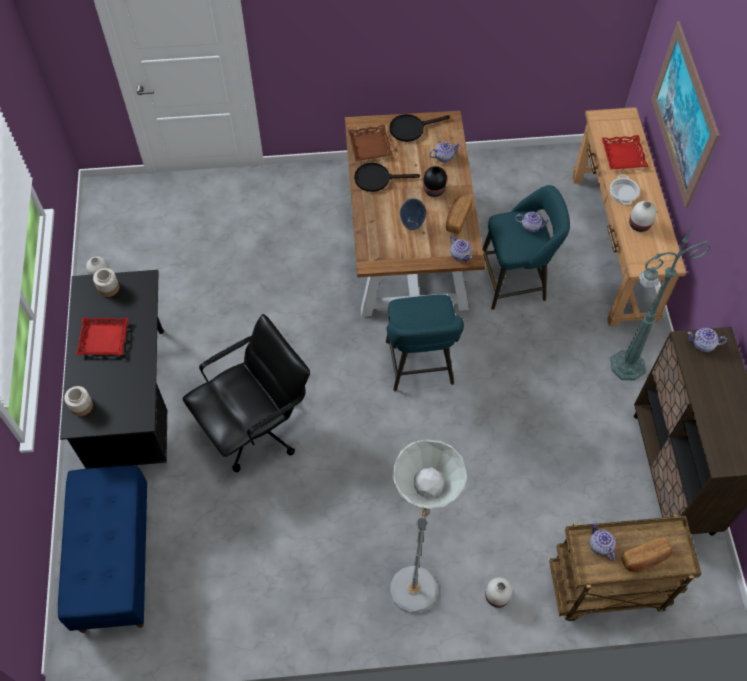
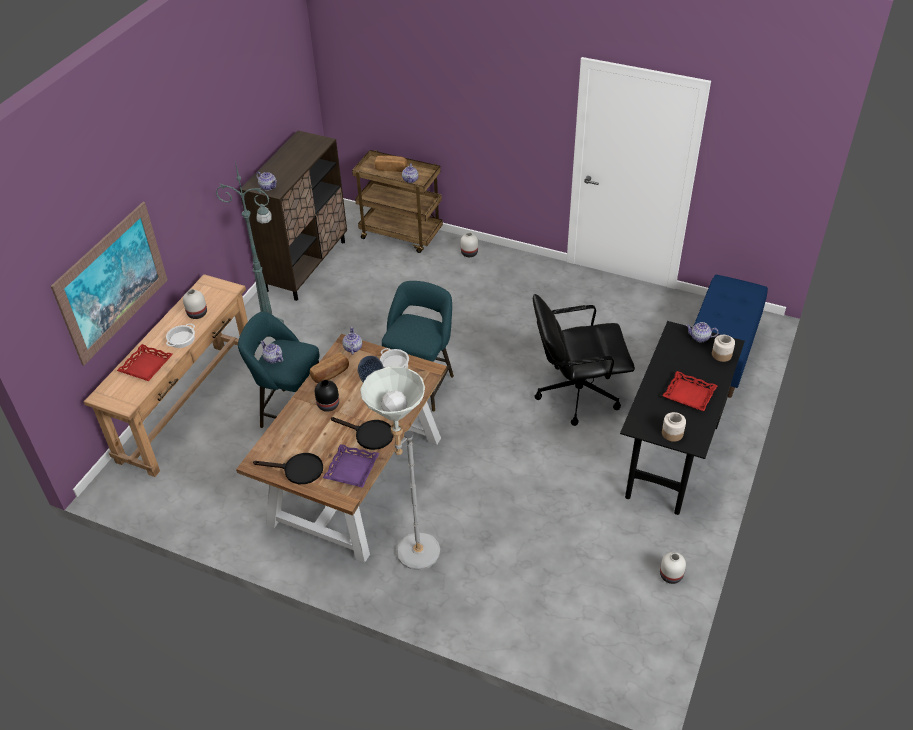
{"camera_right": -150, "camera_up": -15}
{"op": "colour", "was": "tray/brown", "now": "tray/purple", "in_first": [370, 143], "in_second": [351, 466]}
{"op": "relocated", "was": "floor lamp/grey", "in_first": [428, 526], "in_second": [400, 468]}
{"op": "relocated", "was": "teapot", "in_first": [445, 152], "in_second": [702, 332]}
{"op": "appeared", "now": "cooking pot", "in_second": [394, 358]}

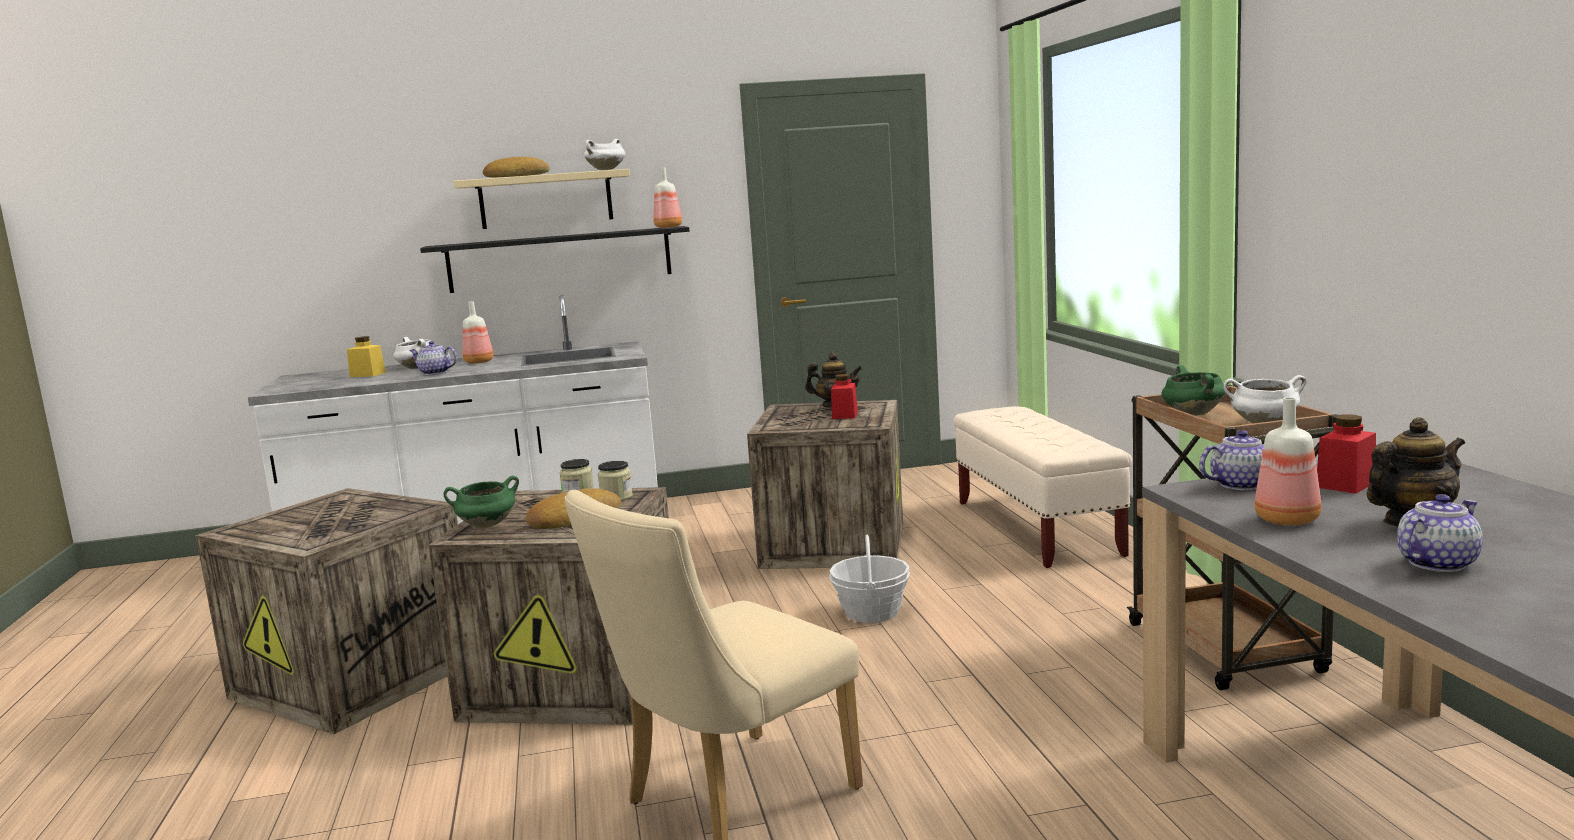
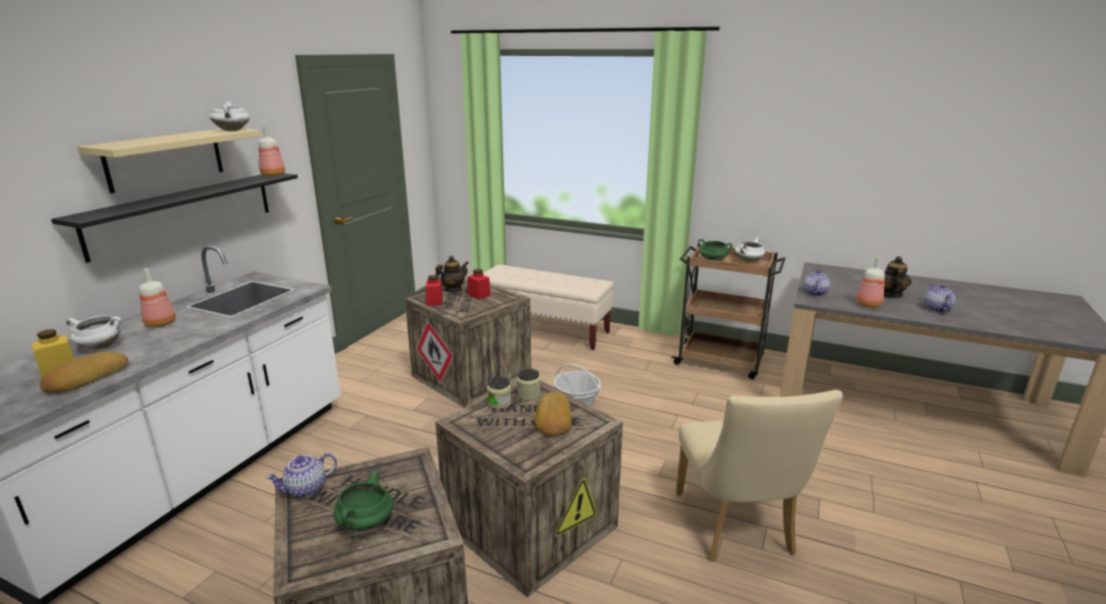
{"camera_right": -55, "camera_up": 10}
{"op": "relocated", "was": "teapot", "in_first": [433, 358], "in_second": [301, 475]}
{"op": "relocated", "was": "cooking pot/green", "in_first": [481, 502], "in_second": [363, 501]}
{"op": "relocated", "was": "bread", "in_first": [516, 167], "in_second": [84, 372]}
{"op": "relocated", "was": "jar/red", "in_first": [1346, 454], "in_second": [434, 290]}

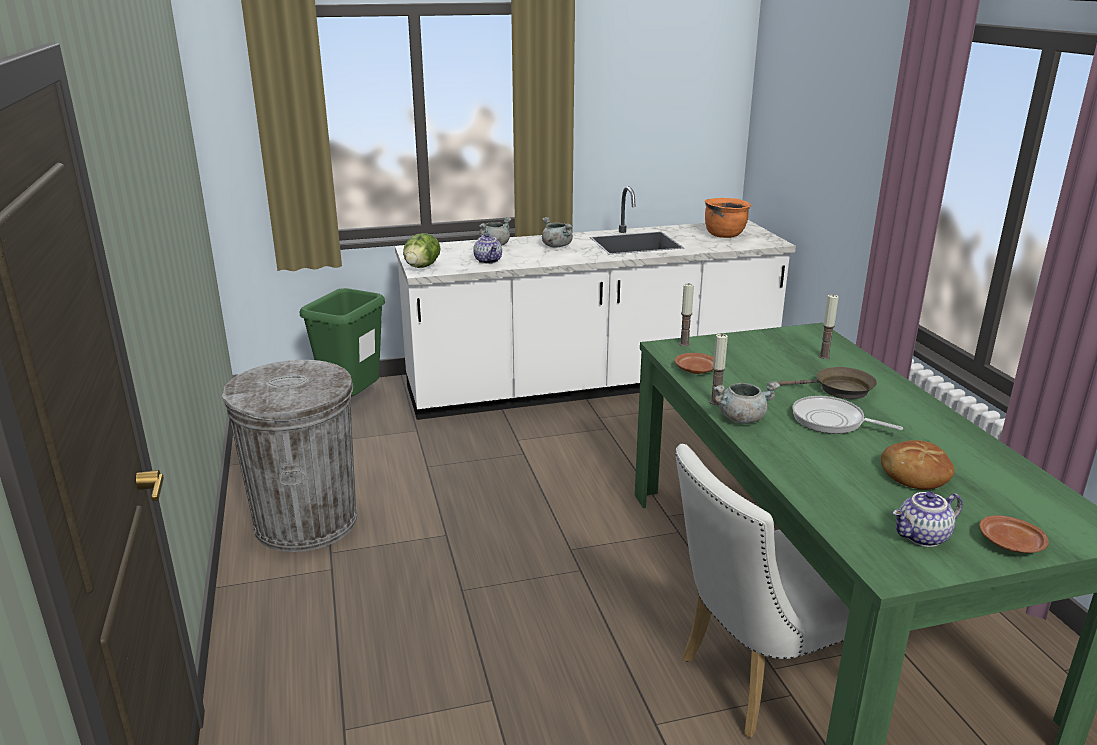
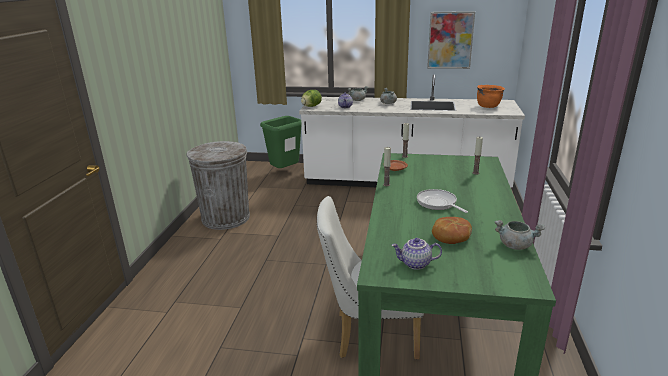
{"camera_right": 25, "camera_up": 0}
{"op": "relocated", "was": "cooking pot/grey", "in_first": [747, 402], "in_second": [520, 235]}
{"op": "missing", "was": "frying pan/brown", "in_first": [827, 383]}
{"op": "missing", "was": "plate/brown", "in_first": [1014, 534]}
{"op": "appeared", "now": "picture", "in_second": [451, 40]}

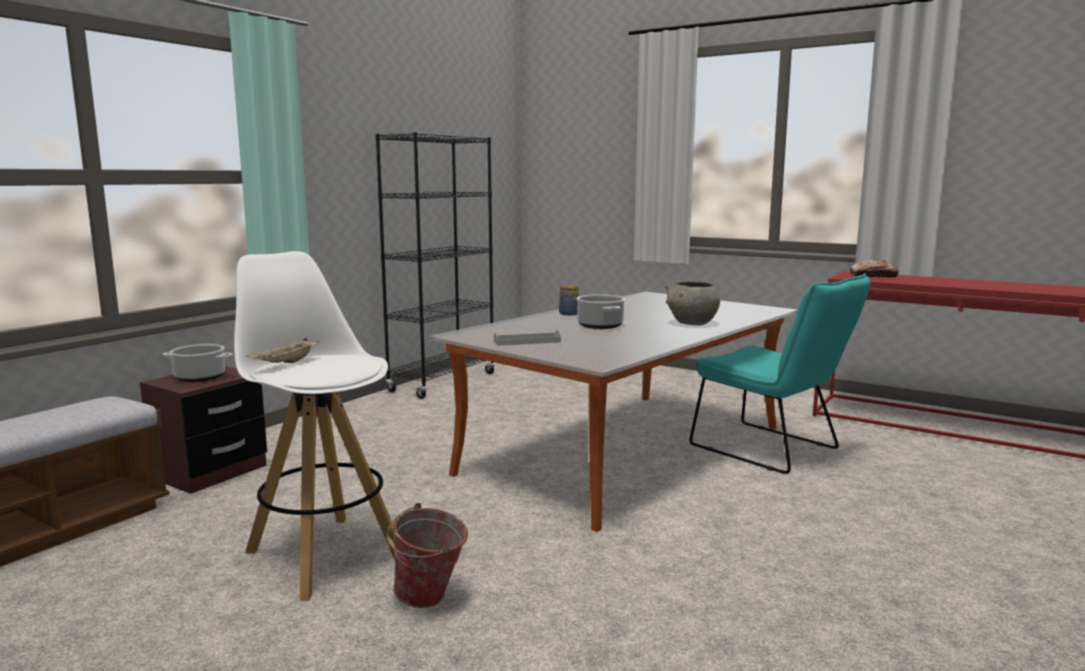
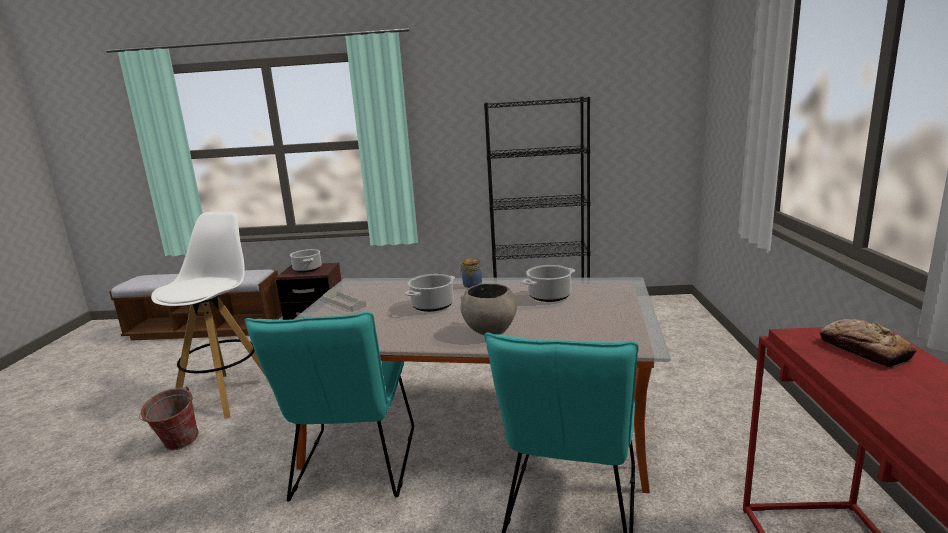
{"camera_right": 60, "camera_up": 5}
{"op": "missing", "was": "tray/beige", "in_first": [282, 350]}
{"op": "appeared", "now": "chair/turquoise", "in_second": [329, 407]}
{"op": "appeared", "now": "cooking pot", "in_second": [548, 283]}

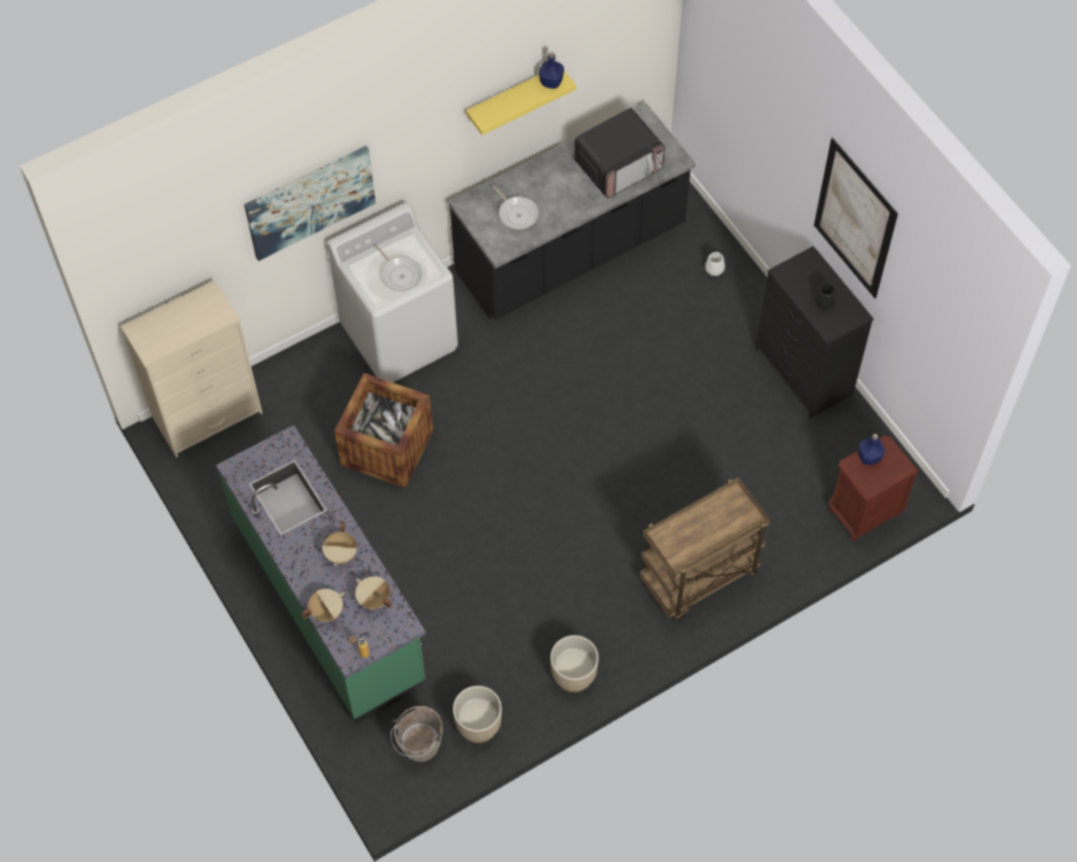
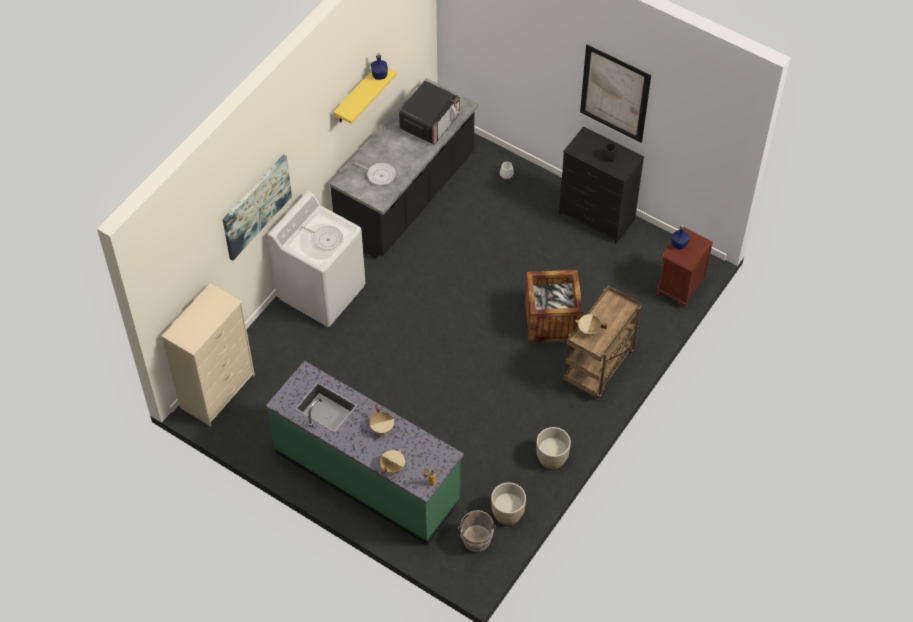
{"camera_right": -25, "camera_up": -5}
{"op": "relocated", "was": "crate", "in_first": [384, 430], "in_second": [554, 306]}
{"op": "relocated", "was": "cooking pot/beige", "in_first": [373, 593], "in_second": [591, 325]}

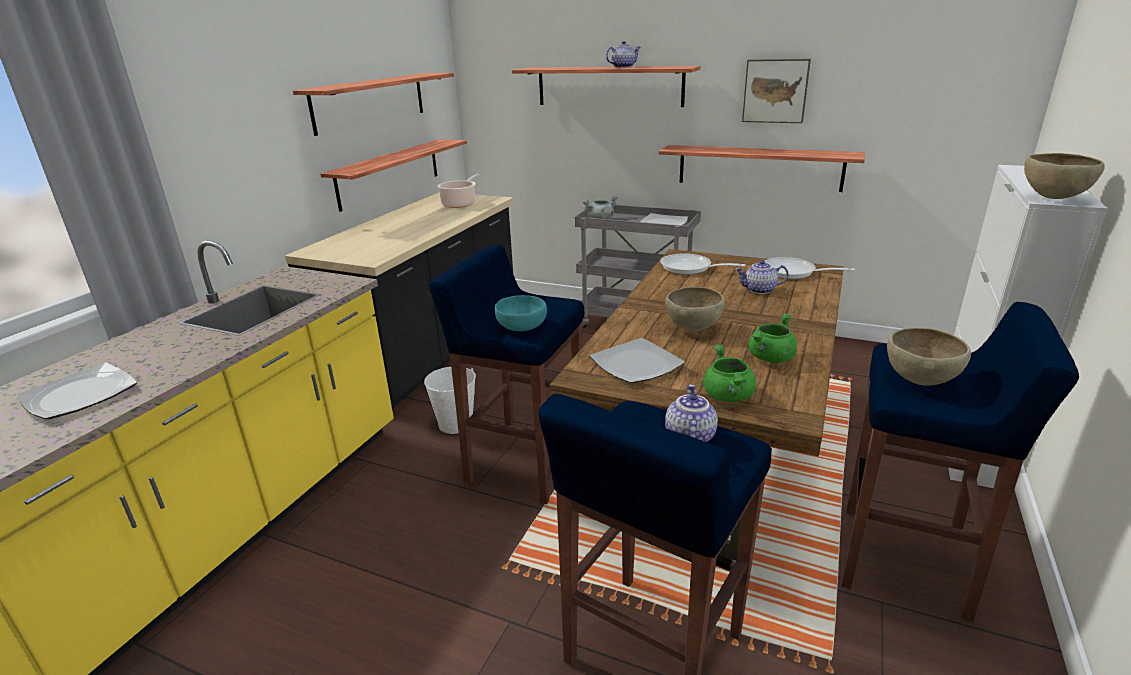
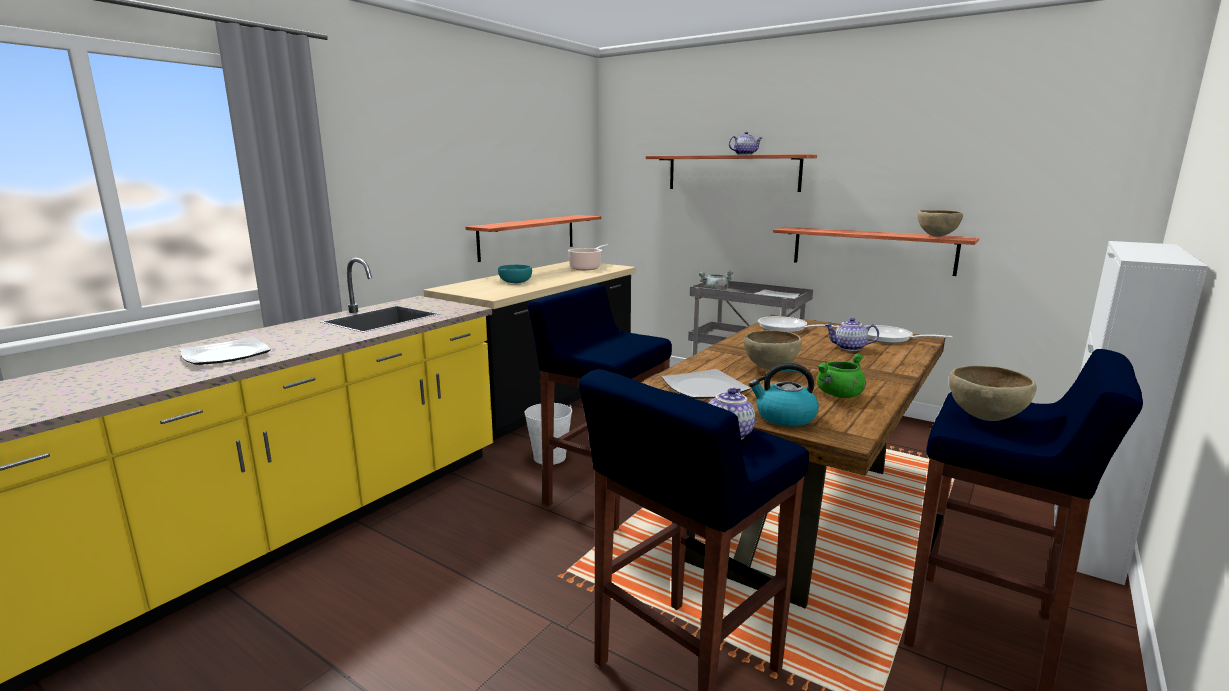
{"camera_right": 10, "camera_up": -10}
{"op": "missing", "was": "shelf", "in_first": [373, 104]}
{"op": "relocated", "was": "bowl/turquoise", "in_first": [521, 313], "in_second": [515, 274]}
{"op": "exchanged", "was": "cooking pot/green", "now": "kettle", "in_first": [729, 373], "in_second": [784, 395]}
{"op": "missing", "was": "picture", "in_first": [776, 91]}
{"op": "relocated", "was": "bowl/brown", "in_first": [1064, 176], "in_second": [940, 223]}

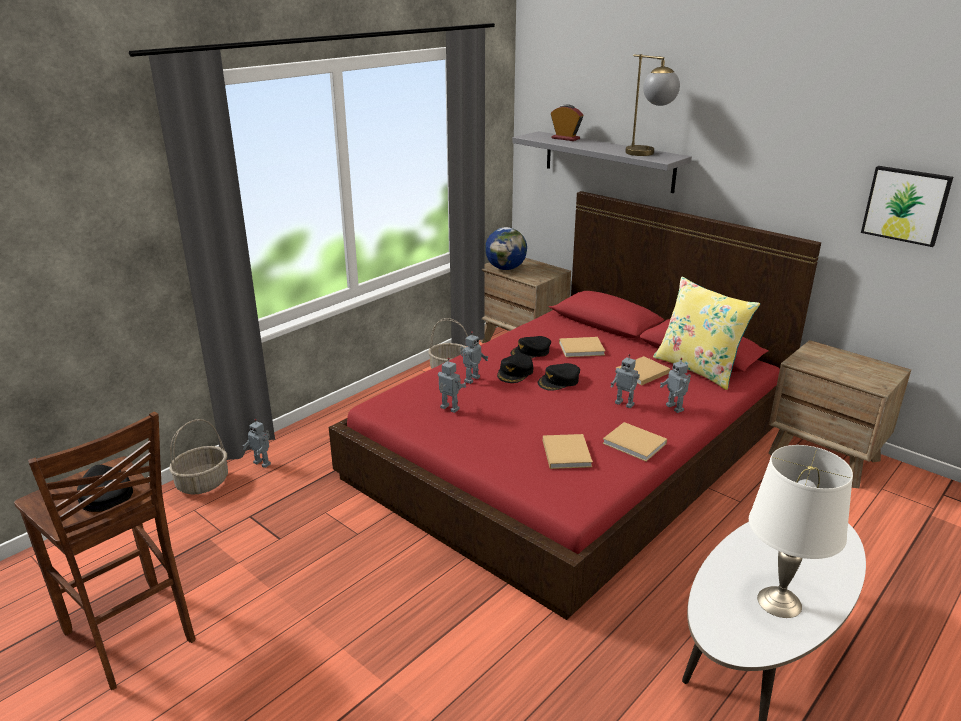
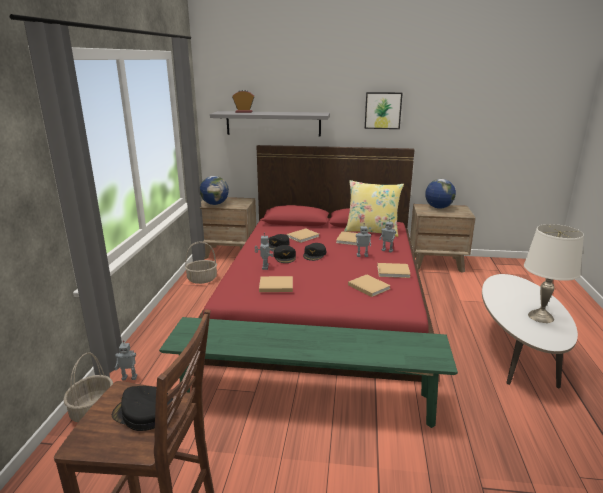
{"camera_right": -35, "camera_up": -5}
{"op": "exchanged", "was": "toy robot", "now": "book/beige", "in_first": [452, 385], "in_second": [276, 284]}
{"op": "missing", "was": "table lamp", "in_first": [652, 105]}
{"op": "relocated", "was": "picture", "in_first": [907, 206], "in_second": [384, 110]}
{"op": "appeared", "now": "bench/green", "in_second": [308, 372]}
{"op": "appeared", "now": "globe", "in_second": [440, 194]}

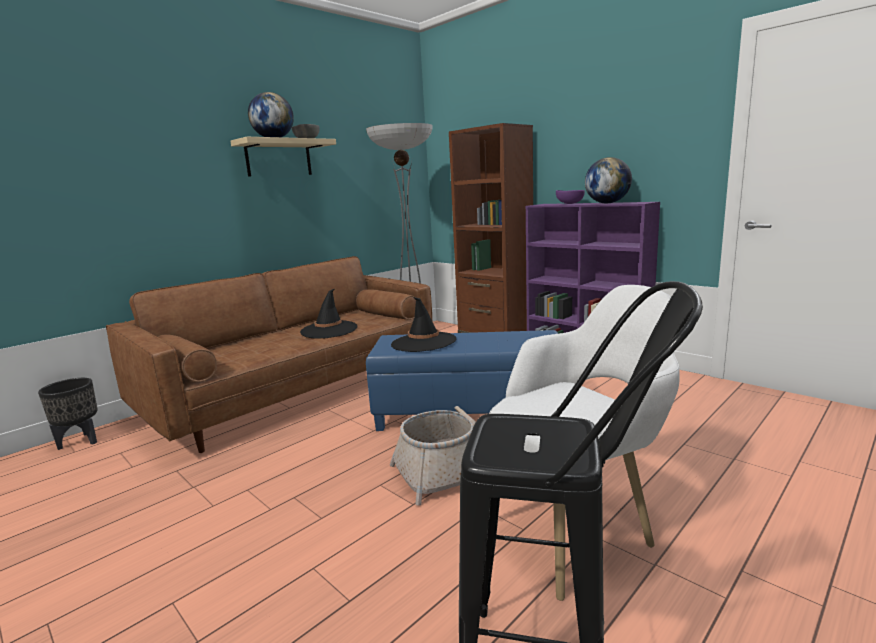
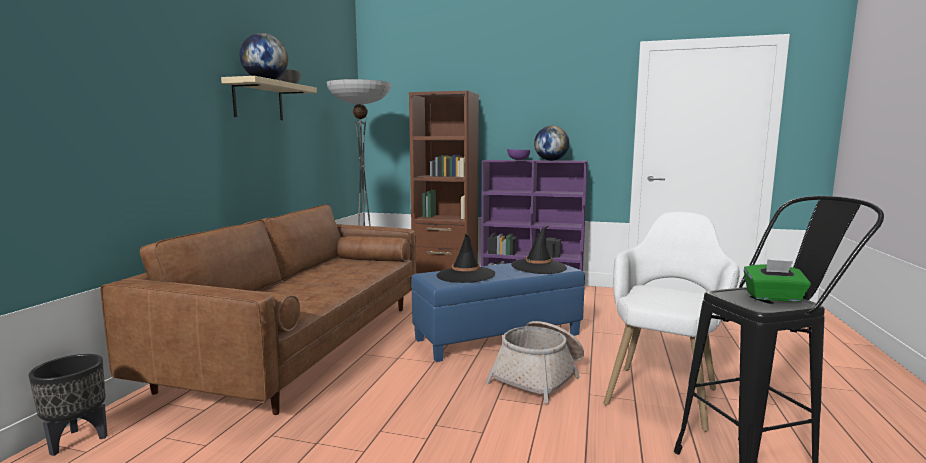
{"camera_right": -30, "camera_up": -5}
{"op": "relocated", "was": "hat/black", "in_first": [329, 314], "in_second": [539, 250]}
{"op": "appeared", "now": "tissue box/green", "in_second": [777, 280]}

